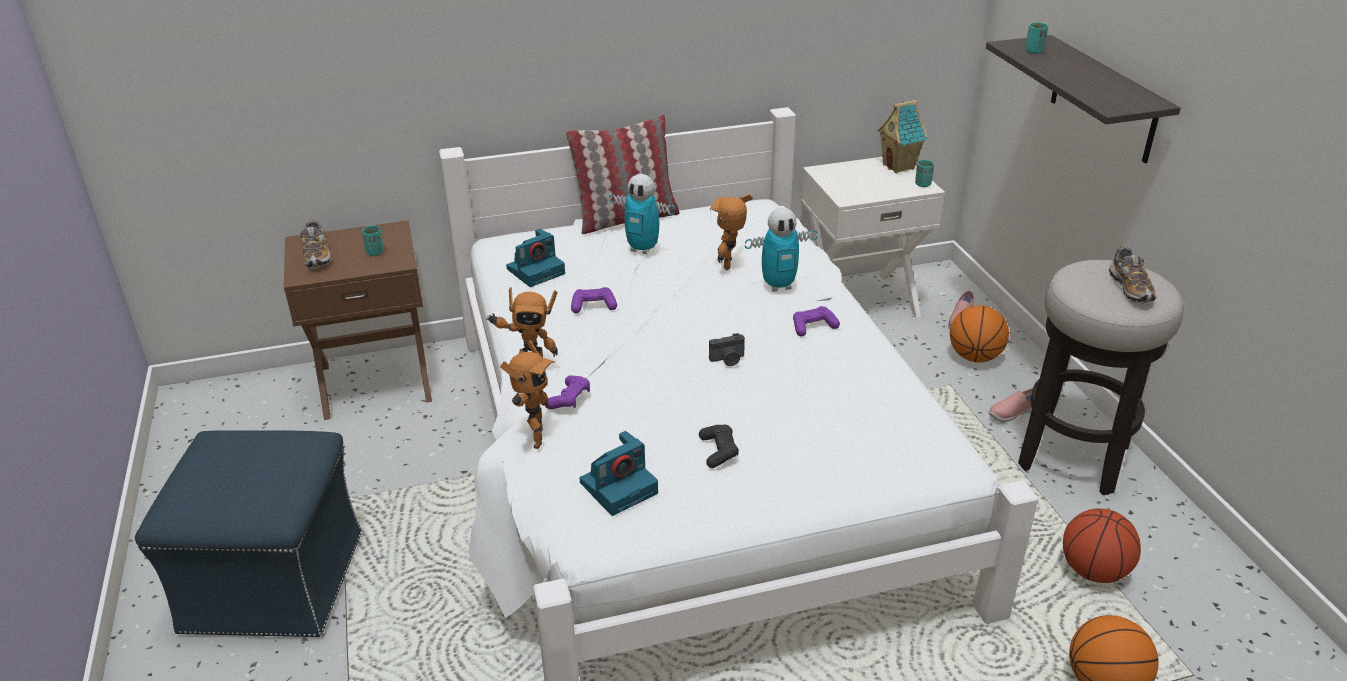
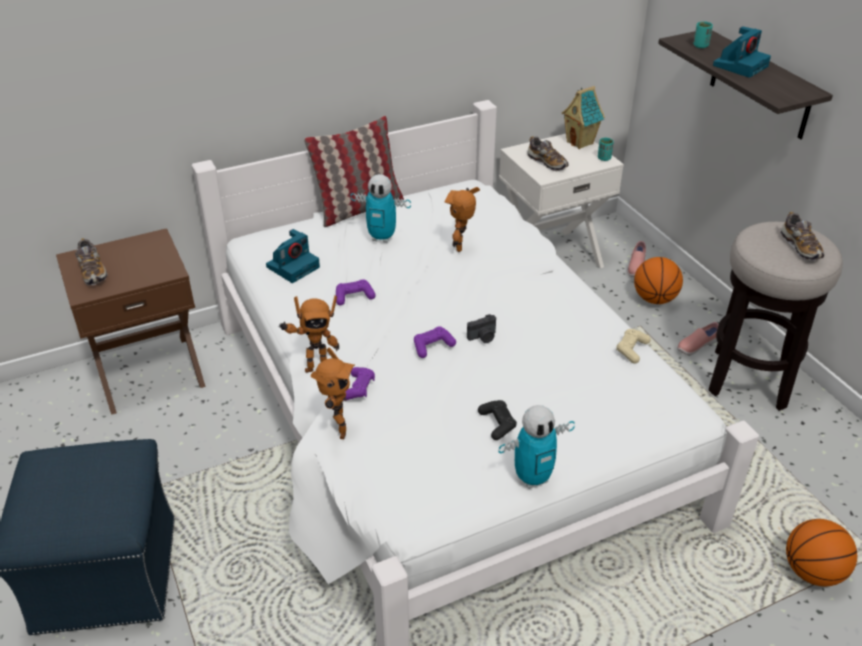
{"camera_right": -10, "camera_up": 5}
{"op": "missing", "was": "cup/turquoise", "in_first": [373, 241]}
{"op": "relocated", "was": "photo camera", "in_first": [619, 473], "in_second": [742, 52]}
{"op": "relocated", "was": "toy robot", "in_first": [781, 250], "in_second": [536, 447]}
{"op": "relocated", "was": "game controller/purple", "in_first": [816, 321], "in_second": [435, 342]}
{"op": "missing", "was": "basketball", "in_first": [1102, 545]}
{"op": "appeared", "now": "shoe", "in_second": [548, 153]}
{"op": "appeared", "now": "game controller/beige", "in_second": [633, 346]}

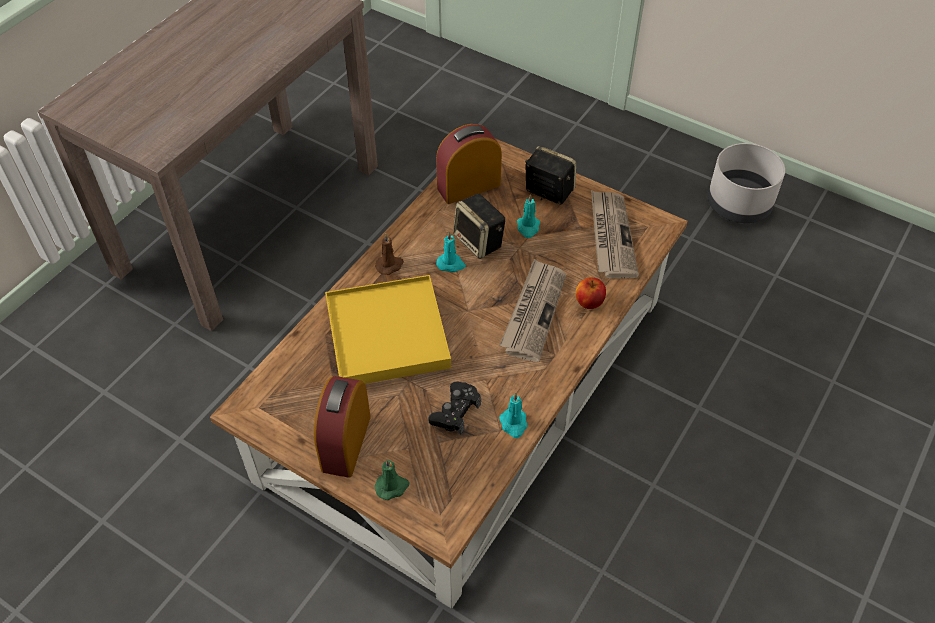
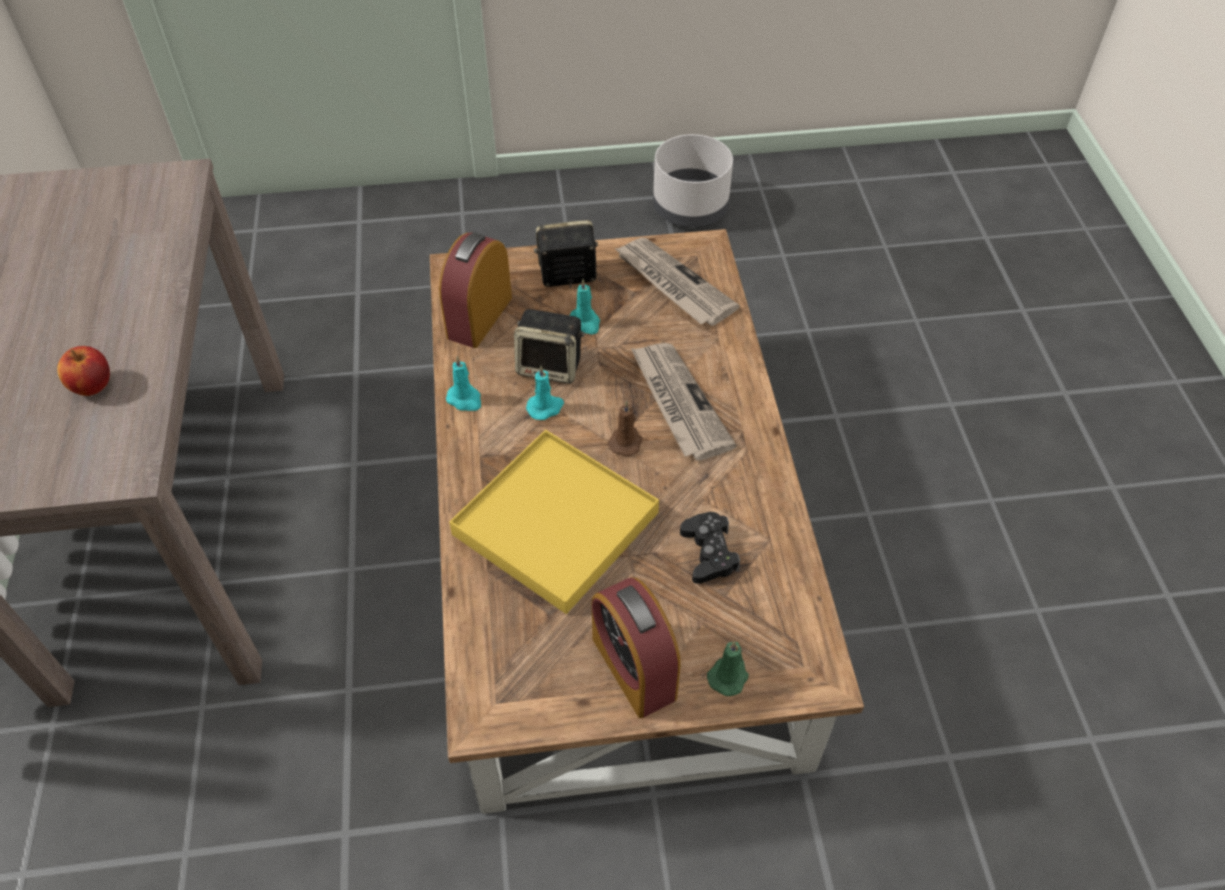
{"camera_right": -40, "camera_up": 0}
{"op": "relocated", "was": "candle/brown", "in_first": [389, 254], "in_second": [625, 429]}
{"op": "relocated", "was": "candle/turquoise", "in_first": [513, 415], "in_second": [463, 383]}
{"op": "relocated", "was": "apple", "in_first": [591, 293], "in_second": [83, 371]}

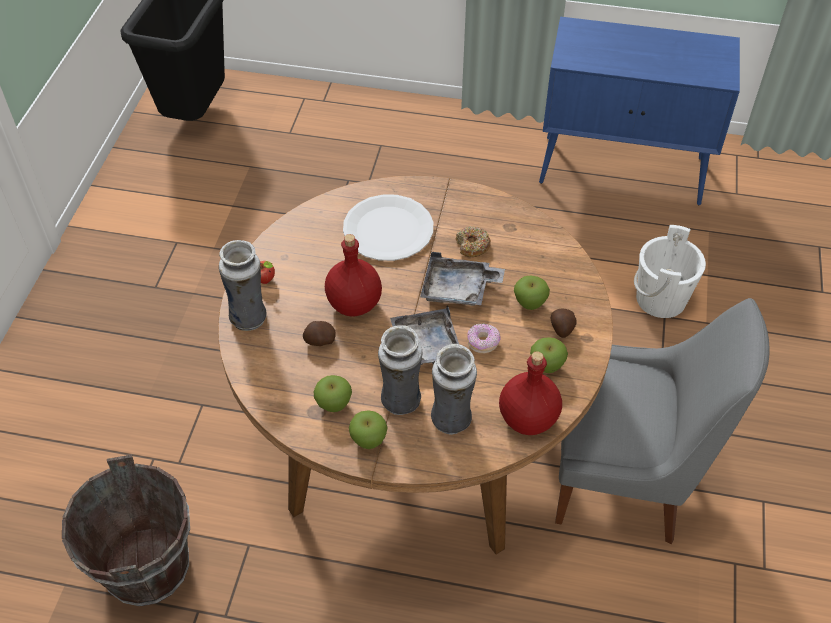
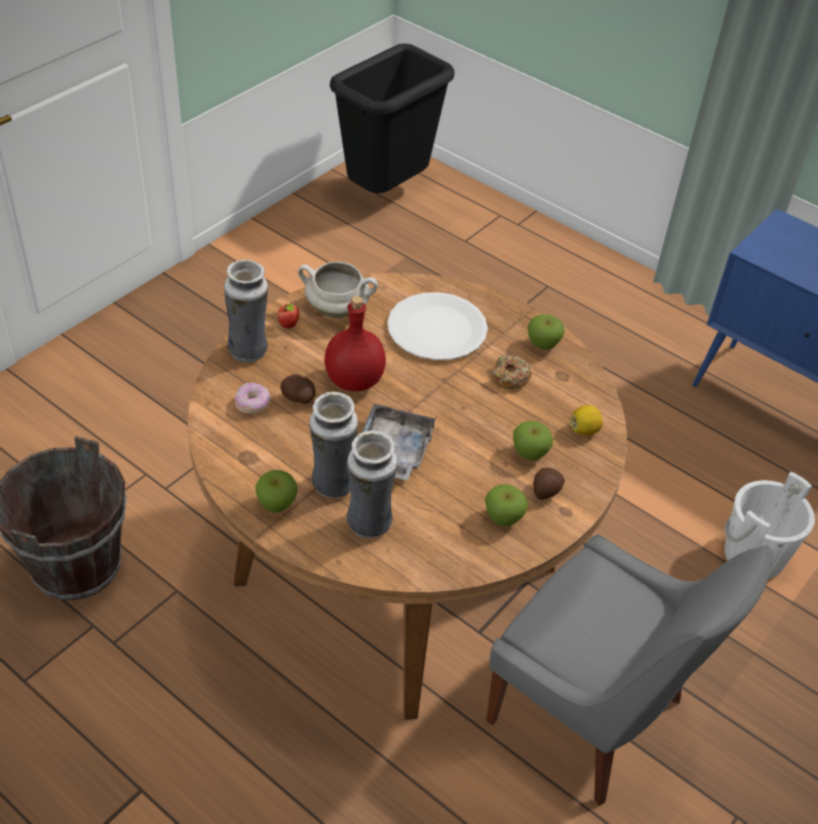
{"camera_right": 25, "camera_up": -5}
{"op": "relocated", "was": "apple", "in_first": [333, 393], "in_second": [546, 332]}
{"op": "missing", "was": "tray/grey", "in_first": [462, 279]}
{"op": "relocated", "was": "donut", "in_first": [483, 339], "in_second": [252, 398]}
{"op": "missing", "was": "bottle/red", "in_first": [530, 393]}
{"op": "appeared", "now": "cooking pot/white", "in_second": [338, 290]}
{"op": "appeared", "now": "lemon", "in_second": [586, 420]}

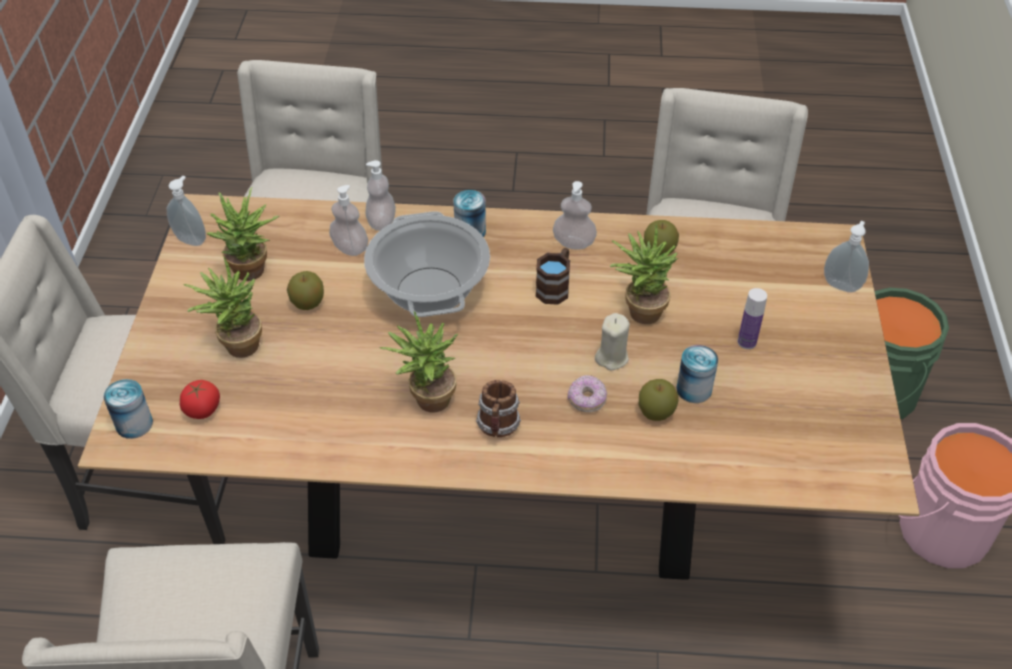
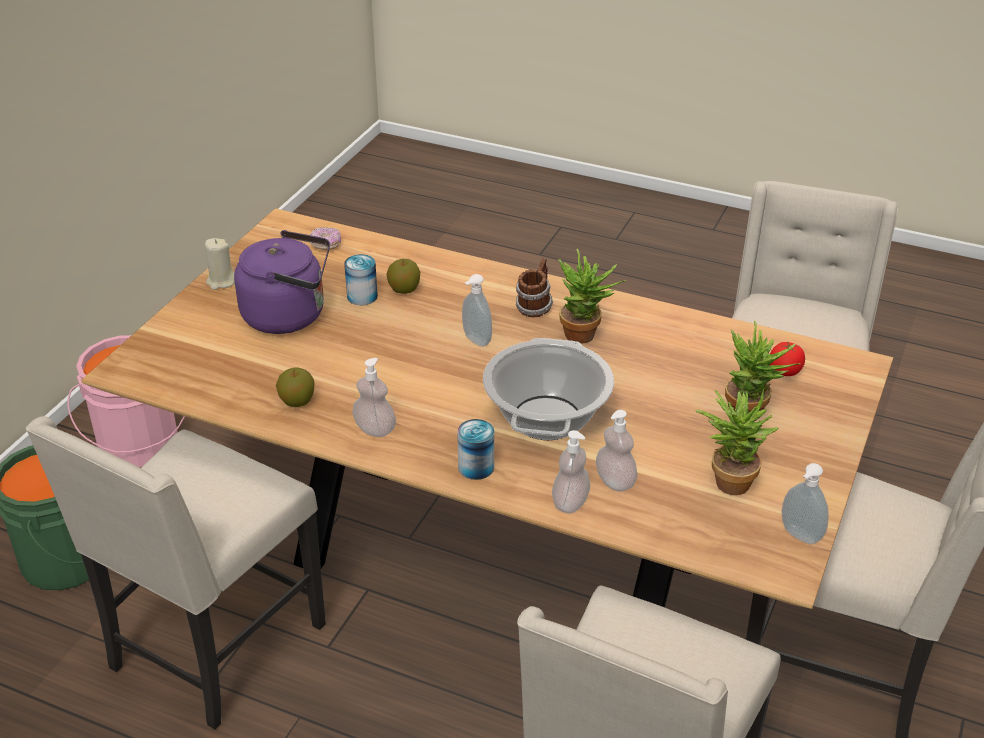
{"camera_right": -160, "camera_up": -10}
{"op": "missing", "was": "can", "in_first": [128, 409]}
{"op": "missing", "was": "apple", "in_first": [305, 290]}
{"op": "missing", "was": "mug/brown", "in_first": [553, 276]}
{"op": "relocated", "was": "donut", "in_first": [587, 393], "in_second": [325, 238]}
{"op": "relocated", "was": "candle/beige", "in_first": [612, 342], "in_second": [220, 264]}
{"op": "missing", "was": "potted plant", "in_first": [644, 274]}
{"op": "exchanged", "was": "bottle", "now": "kettle/purple", "in_first": [752, 318], "in_second": [282, 282]}
{"op": "relocated", "was": "soap dispenser", "in_first": [846, 257], "in_second": [477, 310]}

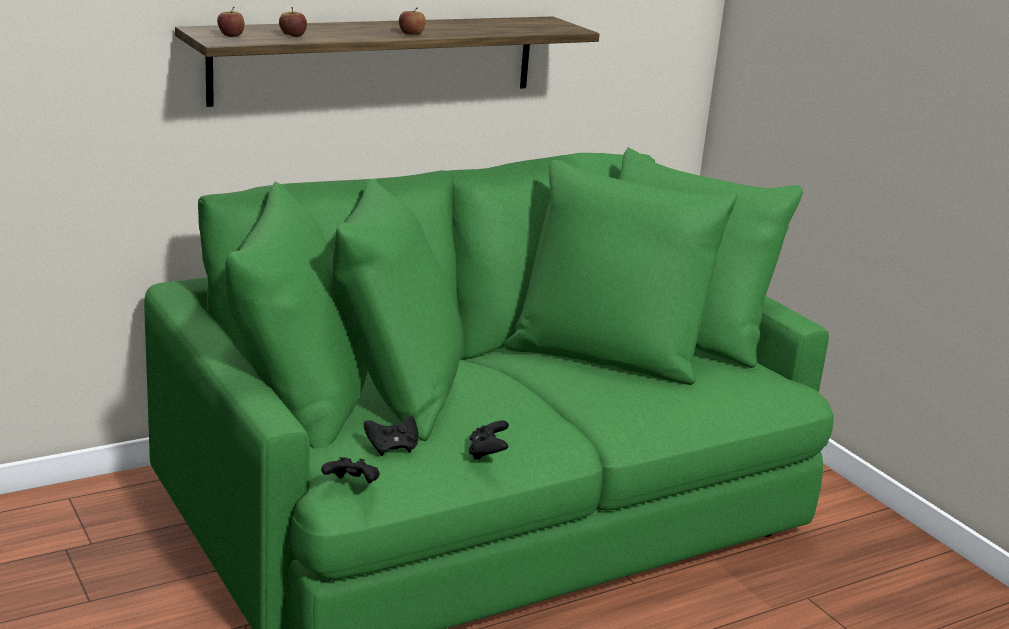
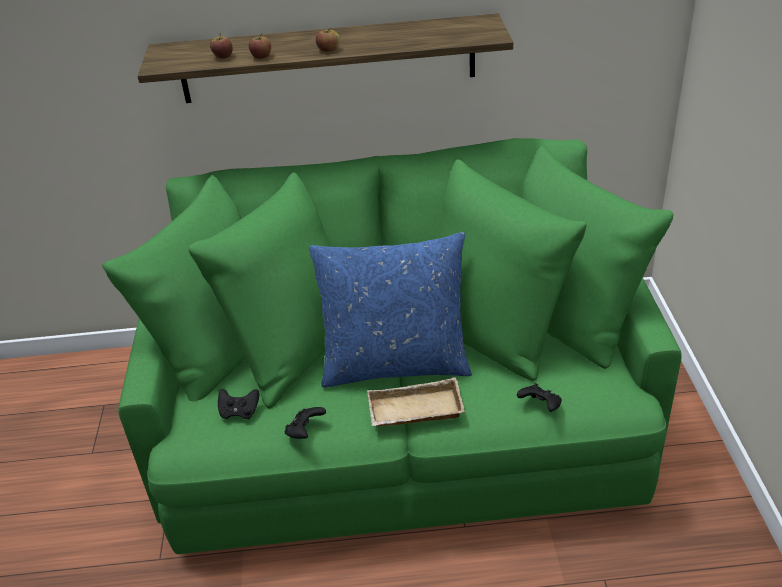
{"camera_right": 30, "camera_up": 15}
{"op": "relocated", "was": "apple", "in_first": [230, 22], "in_second": [260, 46]}
{"op": "relocated", "was": "game controller/black", "in_first": [350, 470], "in_second": [539, 397]}
{"op": "appeared", "now": "pillow/blue", "in_second": [390, 310]}
{"op": "appeared", "now": "tray/beige", "in_second": [416, 401]}

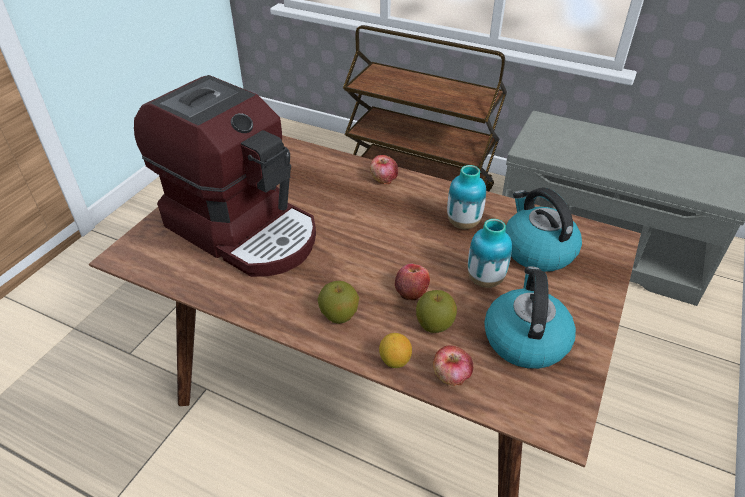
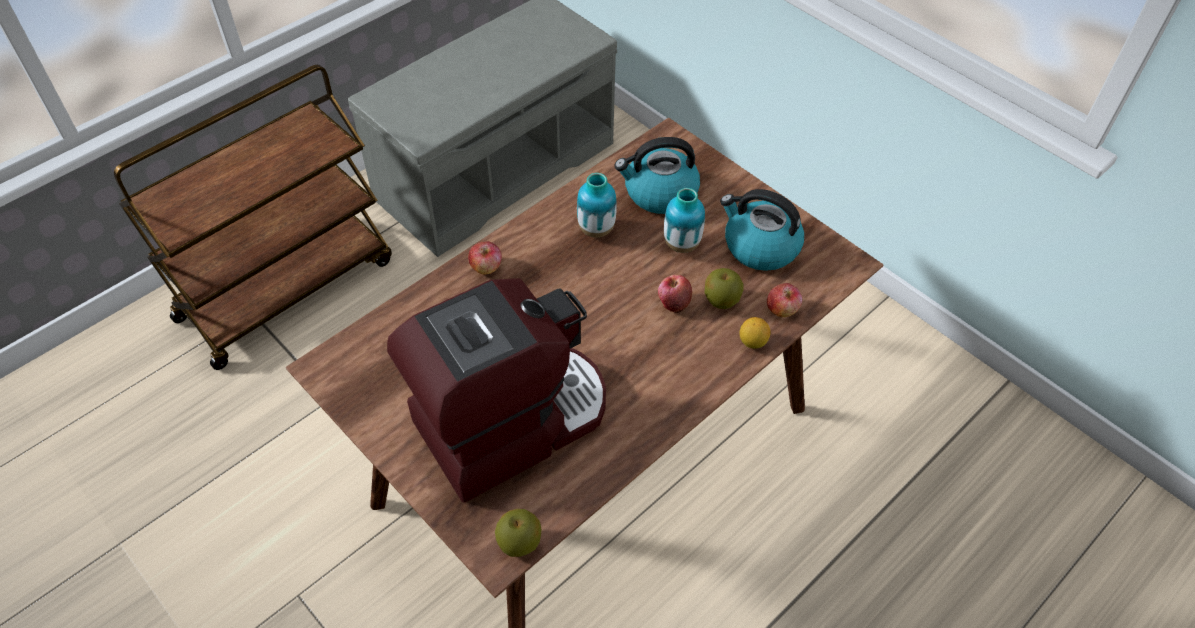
{"camera_right": -70, "camera_up": 10}
{"op": "relocated", "was": "apple", "in_first": [338, 302], "in_second": [518, 533]}

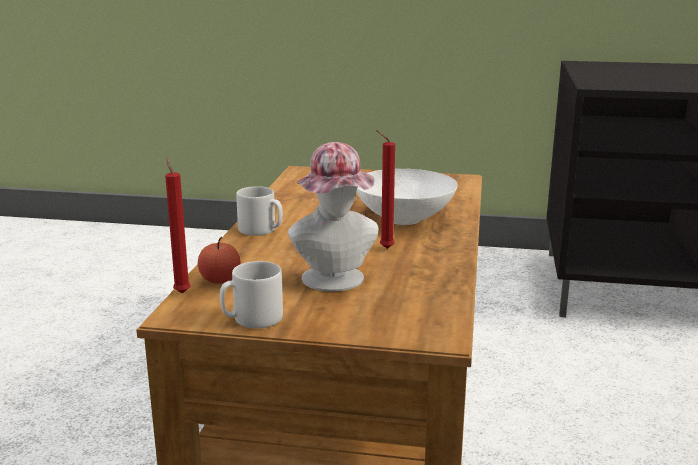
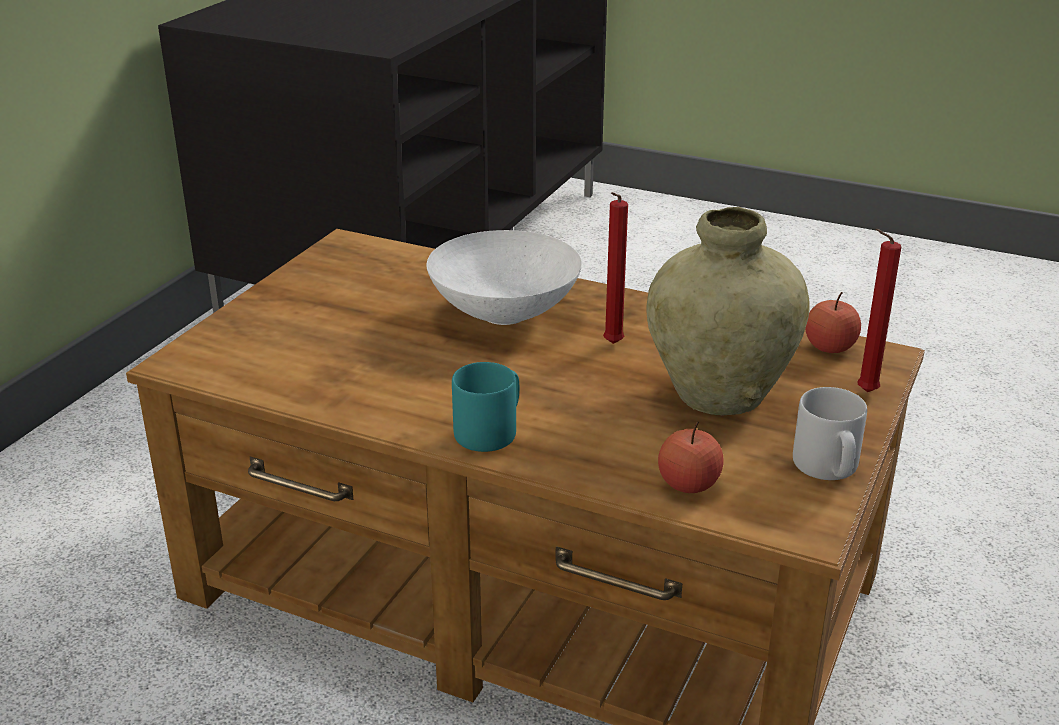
{"camera_right": -75, "camera_up": 10}
{"op": "relocated", "was": "candle/red", "in_first": [178, 225], "in_second": [879, 310]}
{"op": "colour", "was": "mug/grey", "now": "mug/turquoise", "in_first": [259, 211], "in_second": [485, 407]}
{"op": "exchanged", "was": "hat", "now": "vase/beige", "in_first": [333, 217], "in_second": [728, 311]}
{"op": "appeared", "now": "apple", "in_second": [833, 322]}

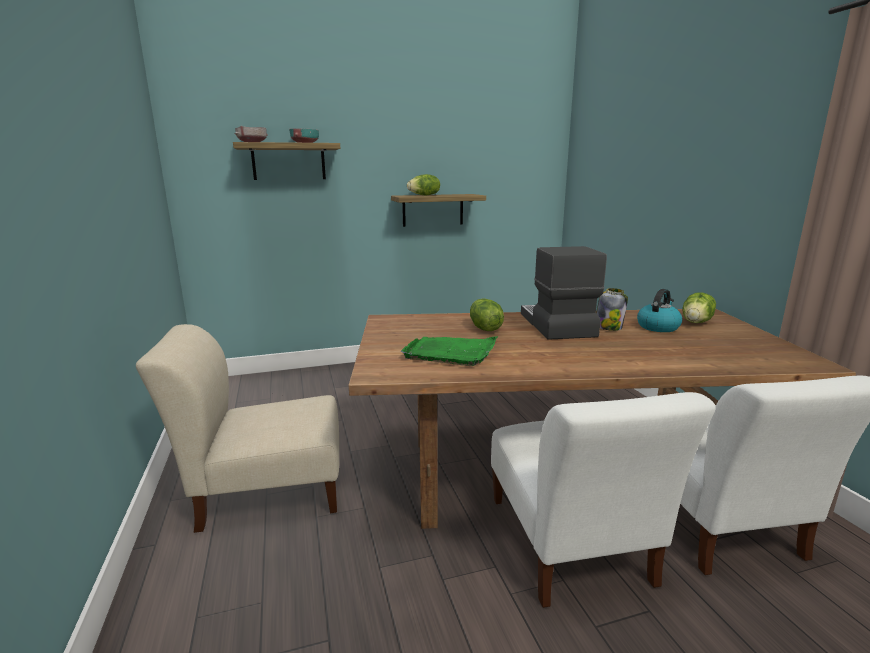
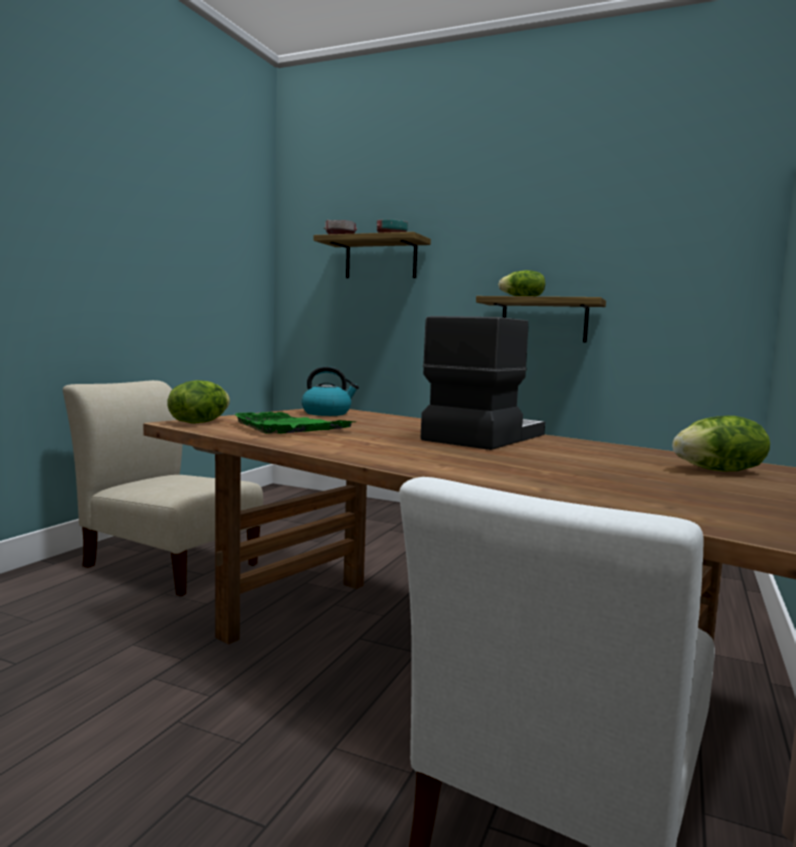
{"camera_right": 40, "camera_up": -10}
{"op": "relocated", "was": "lettuce", "in_first": [487, 314], "in_second": [198, 402]}
{"op": "missing", "was": "chair/white", "in_first": [603, 500]}
{"op": "missing", "was": "jar", "in_first": [612, 309]}
{"op": "relocated", "was": "kettle", "in_first": [659, 310], "in_second": [330, 391]}

